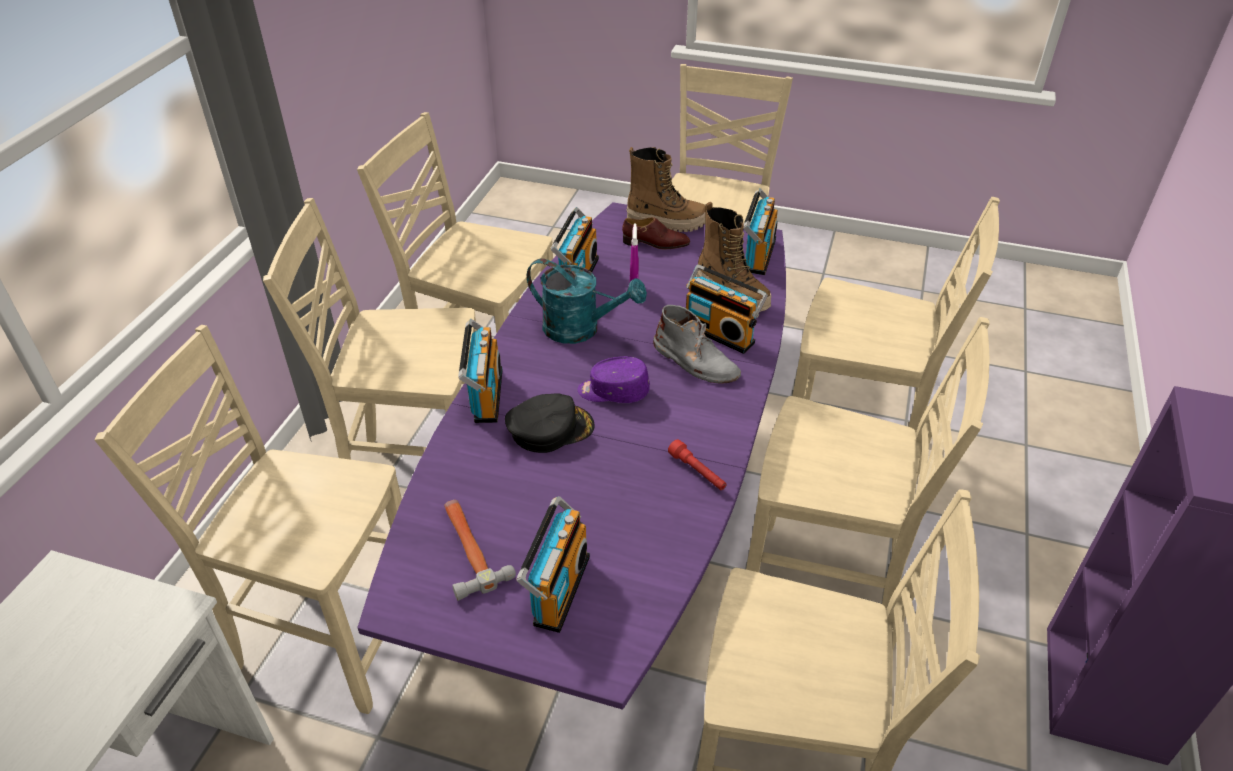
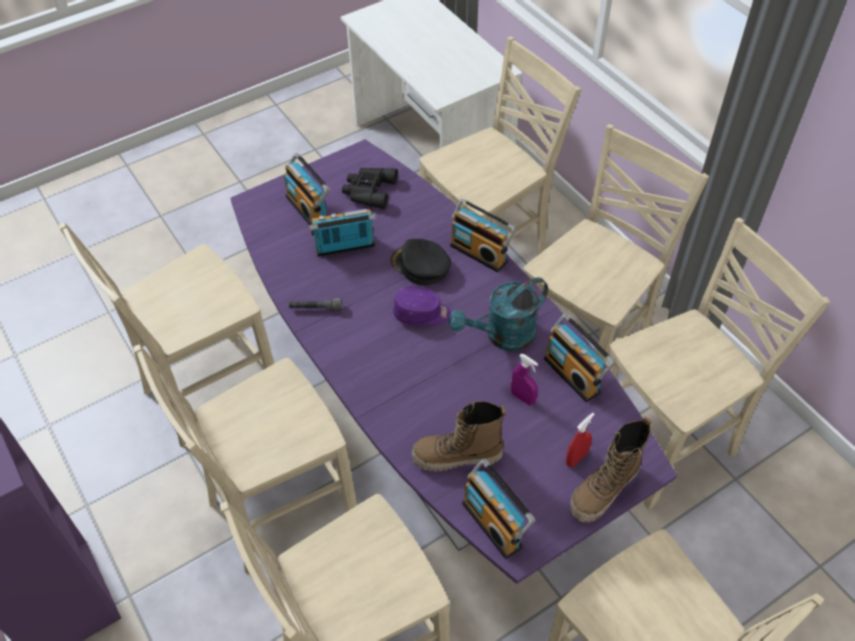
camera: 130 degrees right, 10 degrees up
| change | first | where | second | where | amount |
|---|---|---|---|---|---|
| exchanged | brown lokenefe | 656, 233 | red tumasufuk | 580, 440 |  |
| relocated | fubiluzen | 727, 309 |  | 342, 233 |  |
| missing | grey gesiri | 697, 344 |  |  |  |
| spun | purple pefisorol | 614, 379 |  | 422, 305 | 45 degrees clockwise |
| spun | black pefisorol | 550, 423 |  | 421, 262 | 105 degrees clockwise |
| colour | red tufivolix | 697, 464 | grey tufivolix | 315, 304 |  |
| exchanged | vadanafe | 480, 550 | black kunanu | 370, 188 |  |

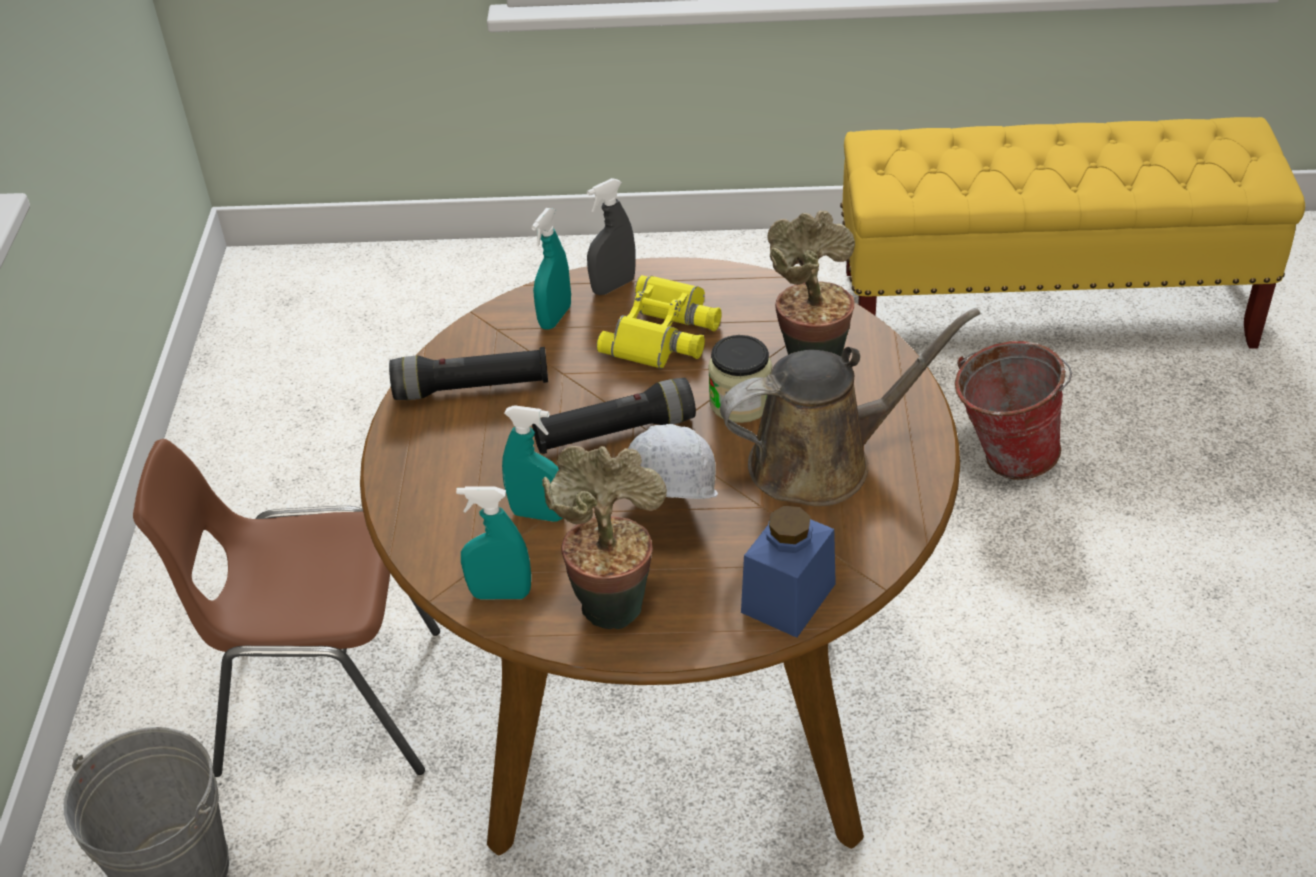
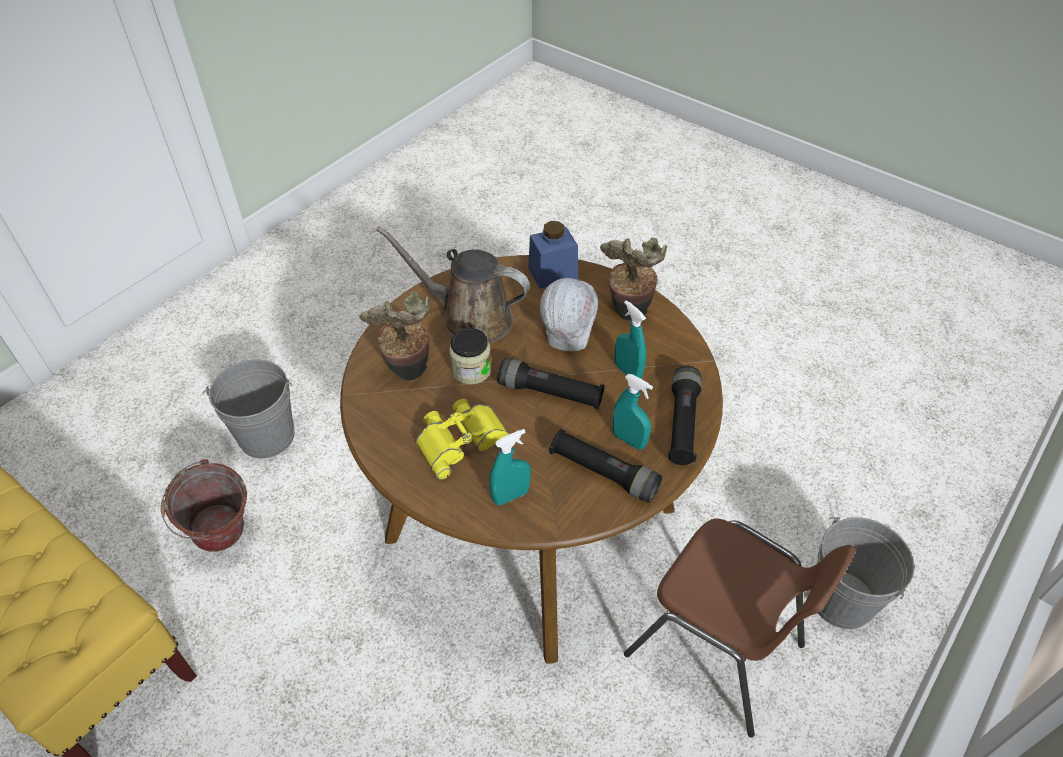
camera: 145 degrees left, 5 degrees up
| change | first | where | second | where | amount |
|---|---|---|---|---|---|
| missing | grey tumasufuk | 611, 236 |  |  |  |
| relocated | turquoise tumasufuk | 493, 542 |  | 633, 412 |  |
| appeared |  |  | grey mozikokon | 248, 408 |  |
| appeared |  |  | black tufivolix | 685, 415 |  |

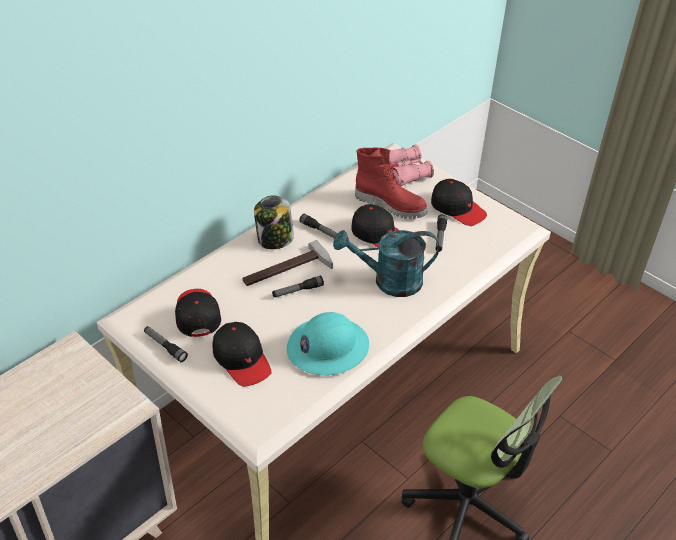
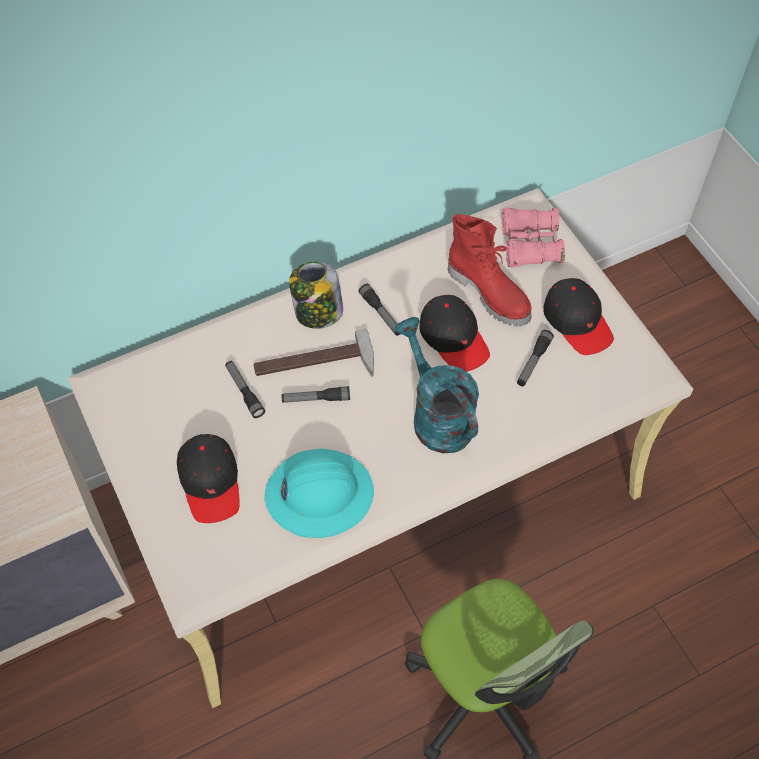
camera: 20 degrees right, 15 degrees up
| change | first | where | second | where | amount |
|---|---|---|---|---|---|
| spun | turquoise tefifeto | 386, 263 |  | 437, 385 | 45 degrees clockwise |
| missing | black pefisorol | 198, 313 |  |  |  |
| relocated | tufivolix | 166, 344 |  | 245, 389 |  |

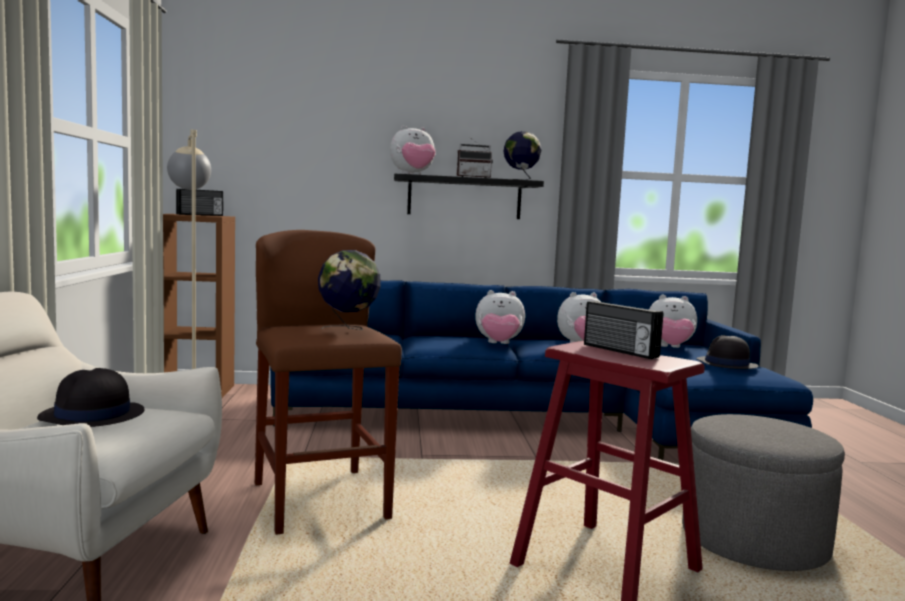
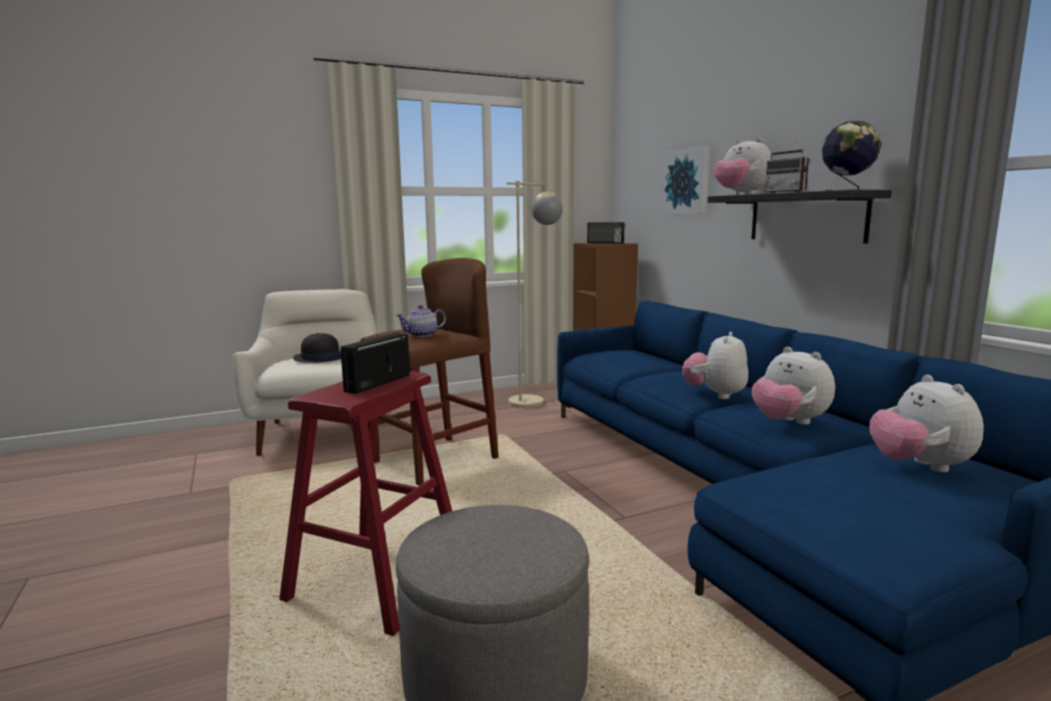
camera: 70 degrees right, 5 degrees up
| change | first | where | second | where | amount |
|---|---|---|---|---|---|
| exchanged | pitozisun | 349, 290 | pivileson | 421, 321 |  |
| spun | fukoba | 500, 317 |  | 715, 365 | 45 degrees clockwise |
| missing | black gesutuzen | 727, 352 |  |  |  |
| appeared |  |  | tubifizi | 686, 180 |  |

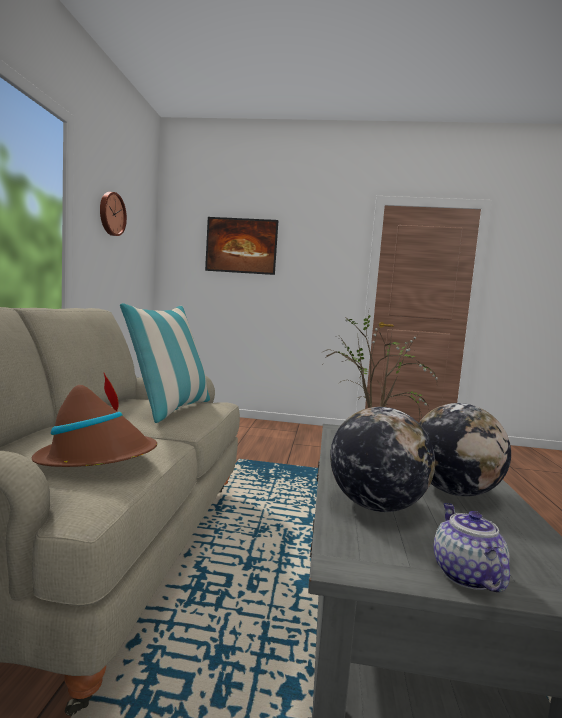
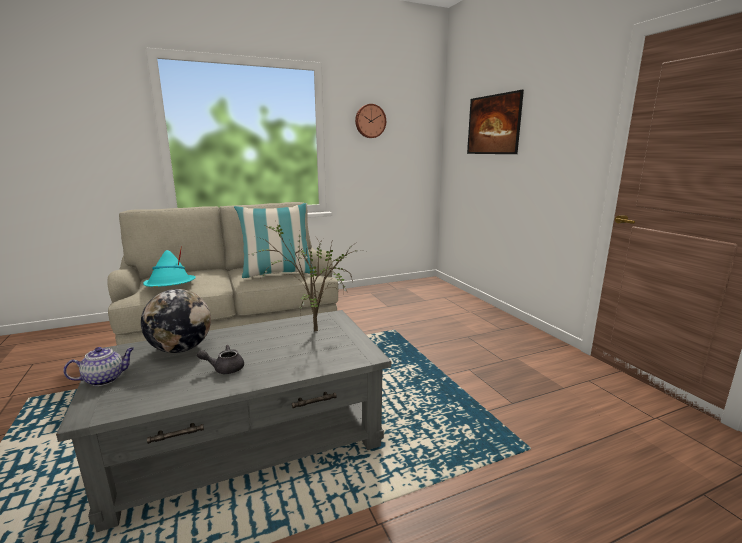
camera: 60 degrees right, 10 degrees up
| change | first | where | second | where | amount |
|---|---|---|---|---|---|
| colour | brown gesutuzen | 94, 420 | turquoise gesutuzen | 169, 266 |  |
| exchanged | pitozisun | 465, 450 | grey pivileson | 220, 359 |  |

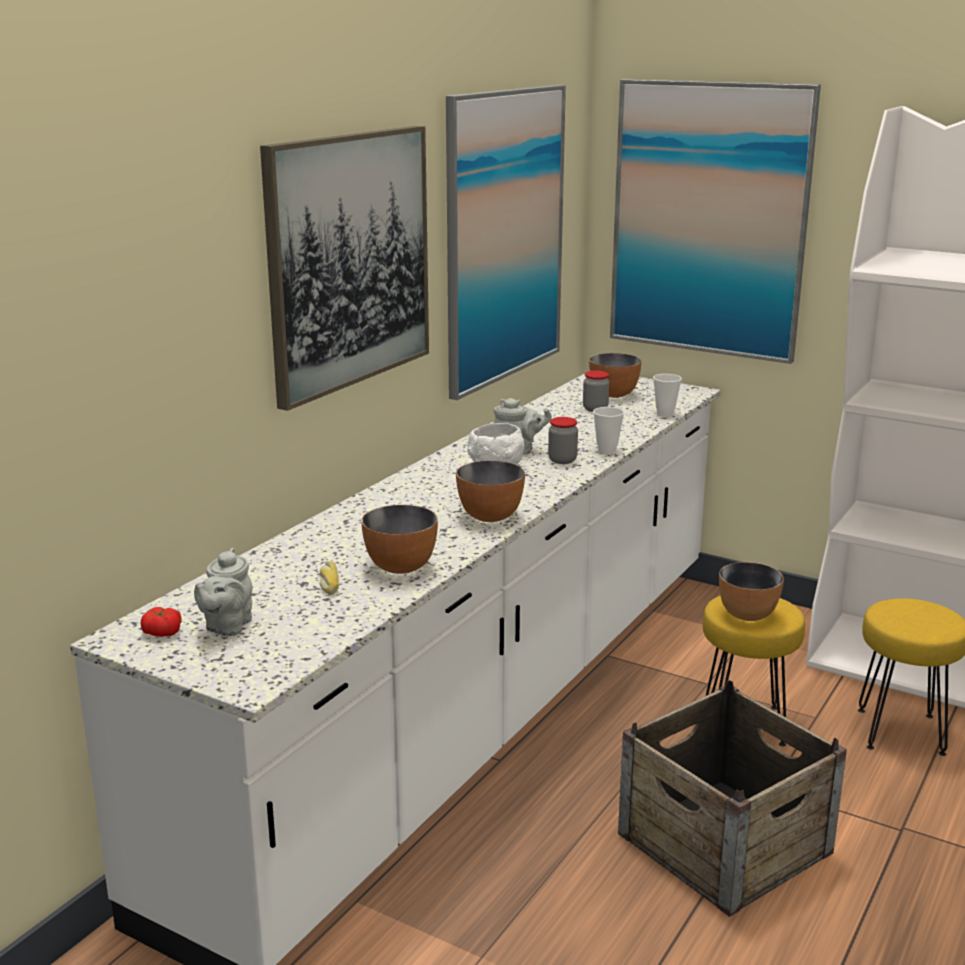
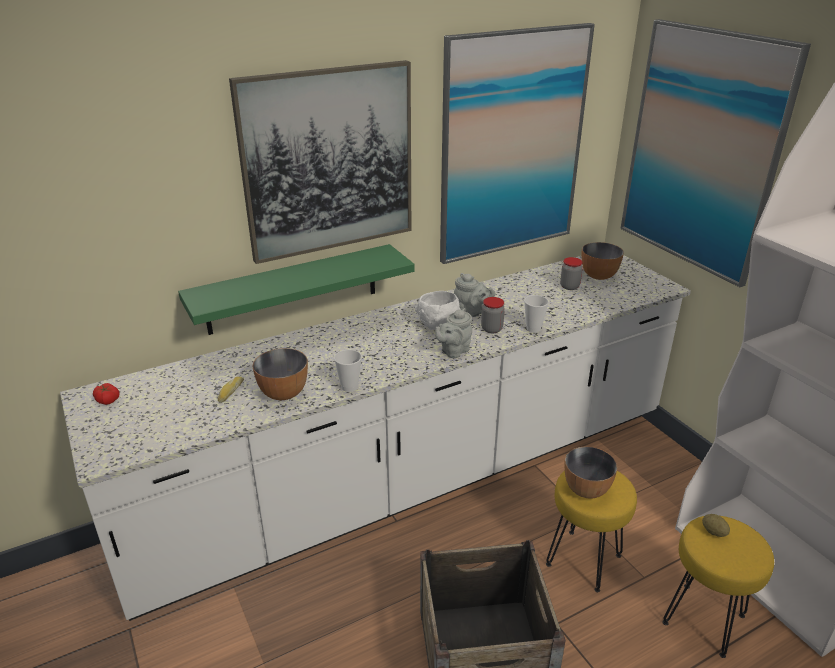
camera: 30 degrees right, 10 degrees up
| change | first | where | second | where | amount |
|---|---|---|---|---|---|
| relocated | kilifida | 667, 395 |  | 348, 370 |  |
| missing | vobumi | 490, 491 |  |  |  |
| relocated | grey pivileson | 223, 592 |  | 453, 333 |  |
| appeared |  |  | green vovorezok | 296, 289 |  |
| appeared |  |  | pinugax | 716, 525 |  |

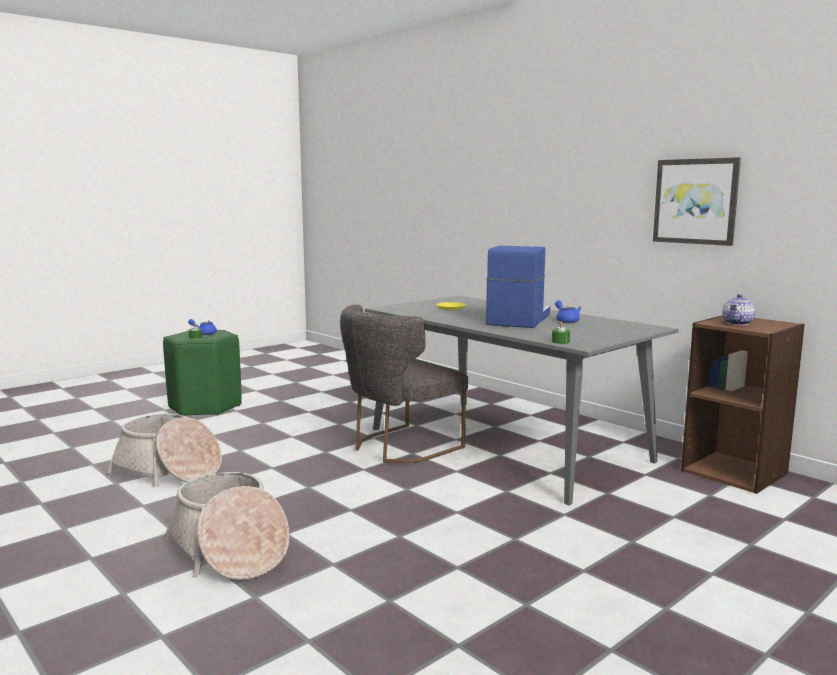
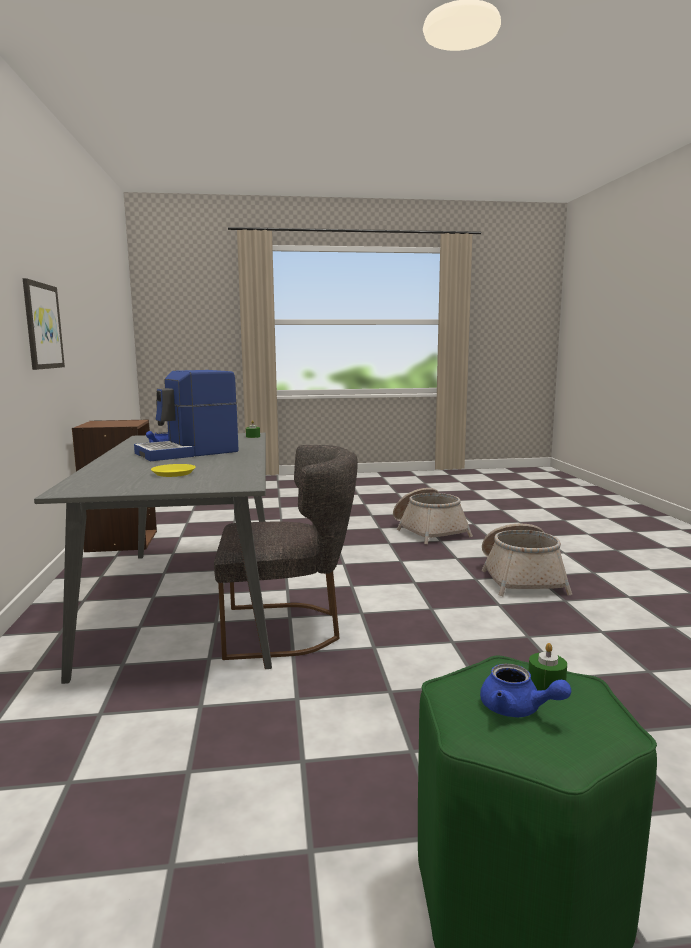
camera: 145 degrees left, 0 degrees up
| change | first | where | second | where | amount |
|---|---|---|---|---|---|
| missing | pivileson | 738, 309 |  |  |  |
| relocated | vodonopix | 164, 450 |  | 433, 516 |  |

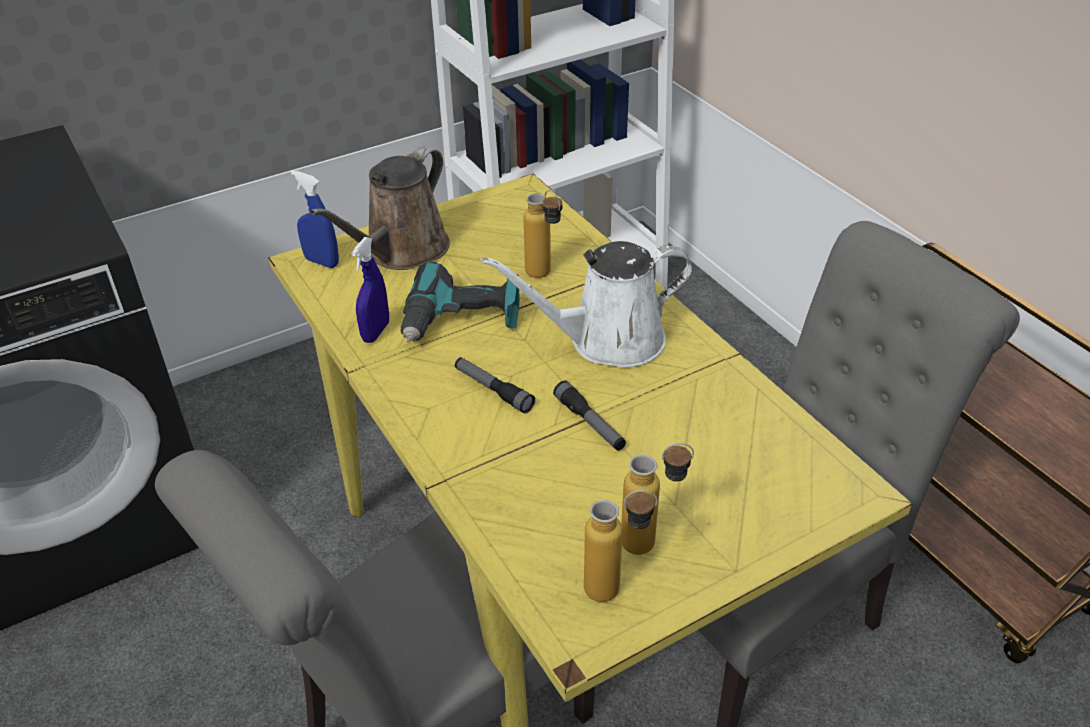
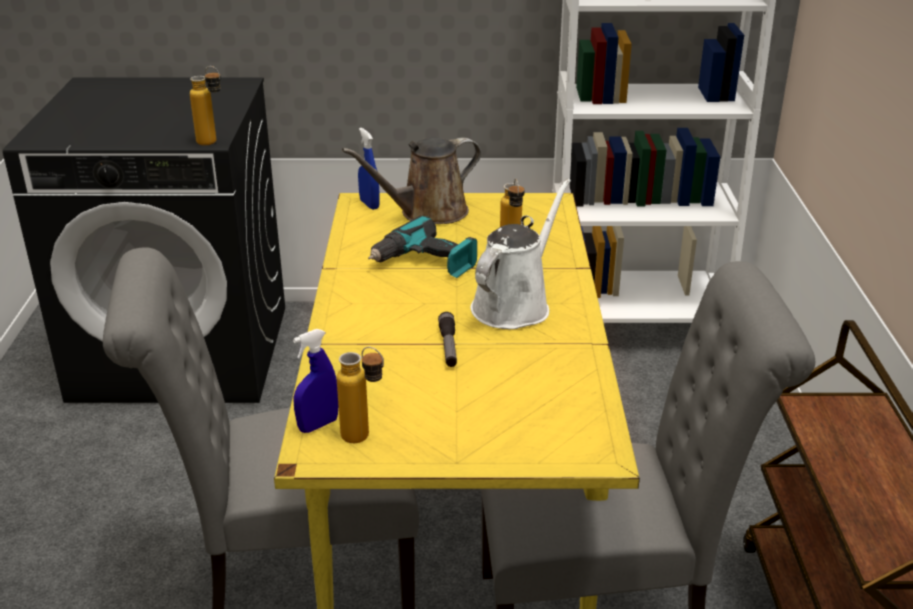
camera: 30 degrees right, 10 degrees down
| change | first | where | second | where | amount |
|---|---|---|---|---|---|
| relocated | blue tumasufuk | 370, 290 |  | 315, 381 |  |
| spun | white tefifeto | 587, 304 |  | 521, 253 | 105 degrees clockwise |
| missing | tufivolix | 495, 385 |  |  |  |
| relocated | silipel | 657, 499 |  | 205, 105 |  |

